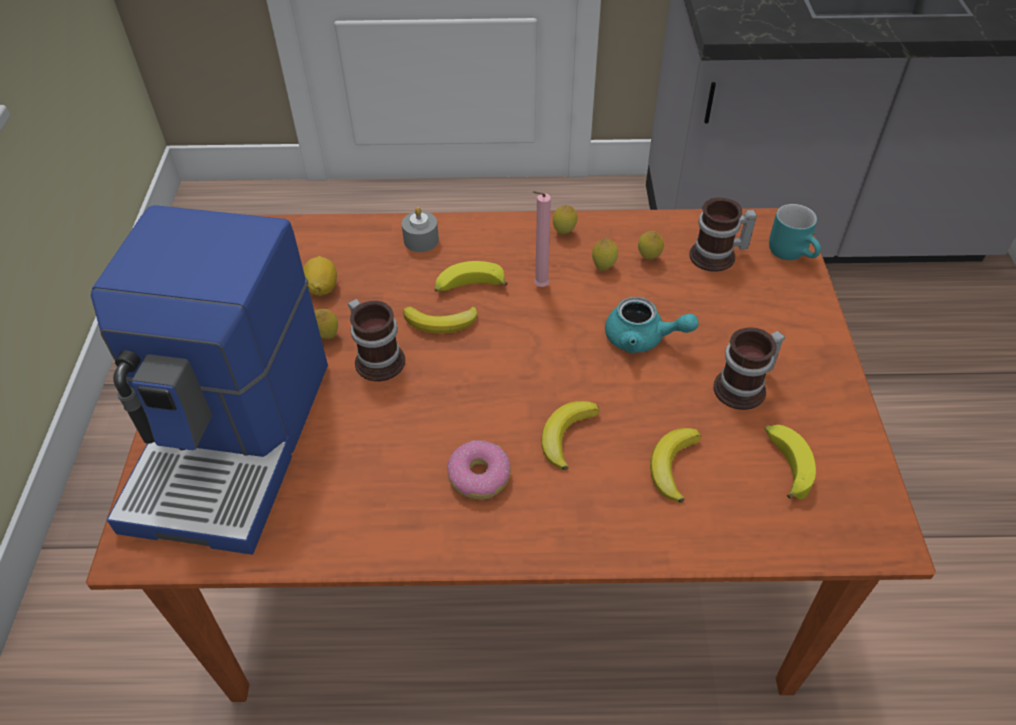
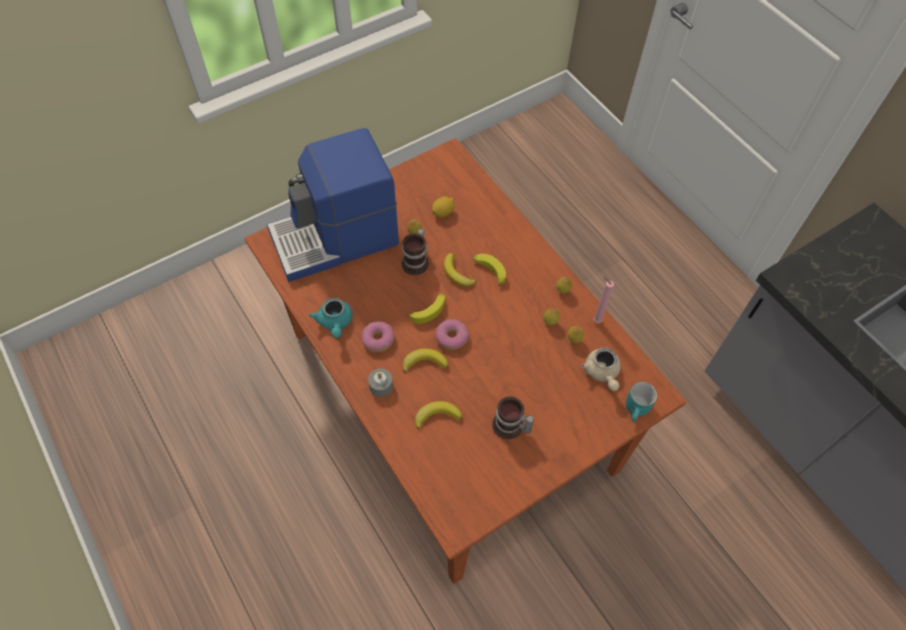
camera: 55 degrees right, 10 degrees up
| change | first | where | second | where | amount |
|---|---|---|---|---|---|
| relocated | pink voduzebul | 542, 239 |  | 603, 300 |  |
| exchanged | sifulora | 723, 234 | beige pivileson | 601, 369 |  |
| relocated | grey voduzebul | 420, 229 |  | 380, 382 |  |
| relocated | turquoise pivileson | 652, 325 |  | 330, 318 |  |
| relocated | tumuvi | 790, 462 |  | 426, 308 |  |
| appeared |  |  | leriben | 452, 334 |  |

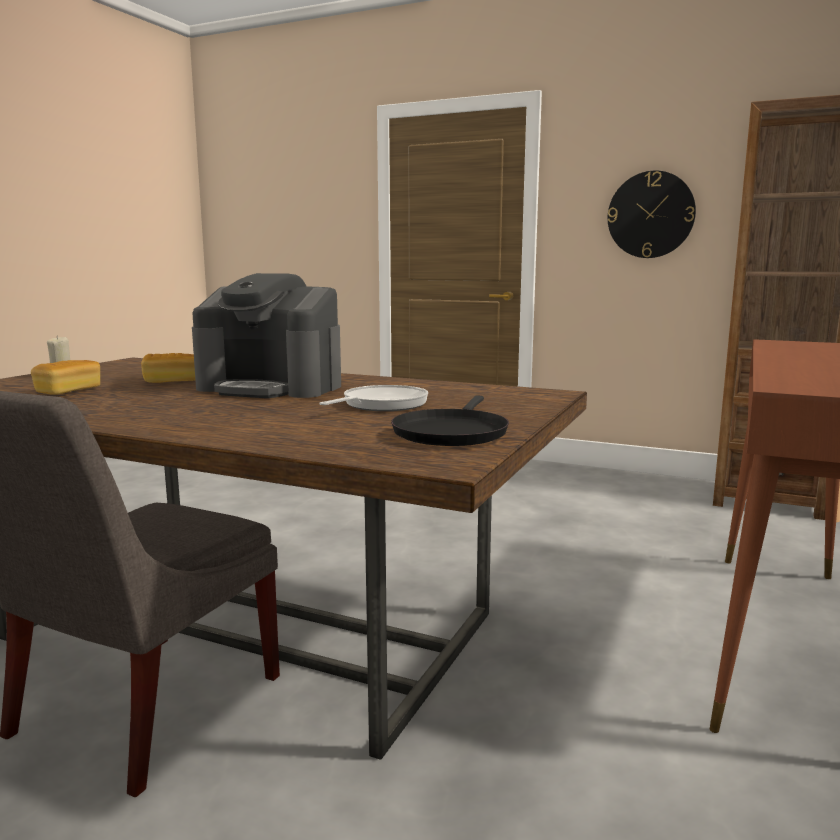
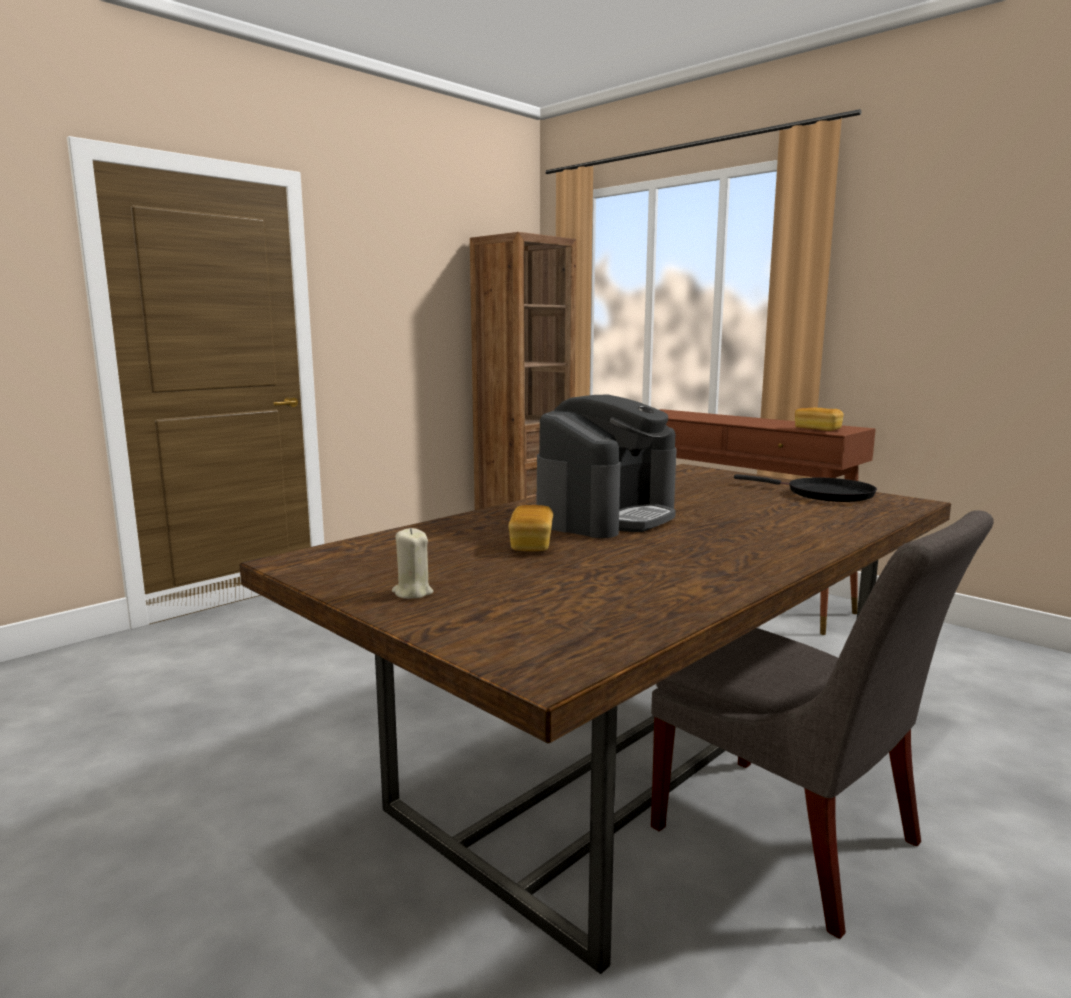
camera: 70 degrees left, 0 degrees up
| change | first | where | second | where | amount |
|---|---|---|---|---|---|
| missing | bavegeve | 652, 214 |  |  |  |
| relocated | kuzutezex | 65, 377 |  | 819, 419 |  |
| missing | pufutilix | 373, 398 |  |  |  |

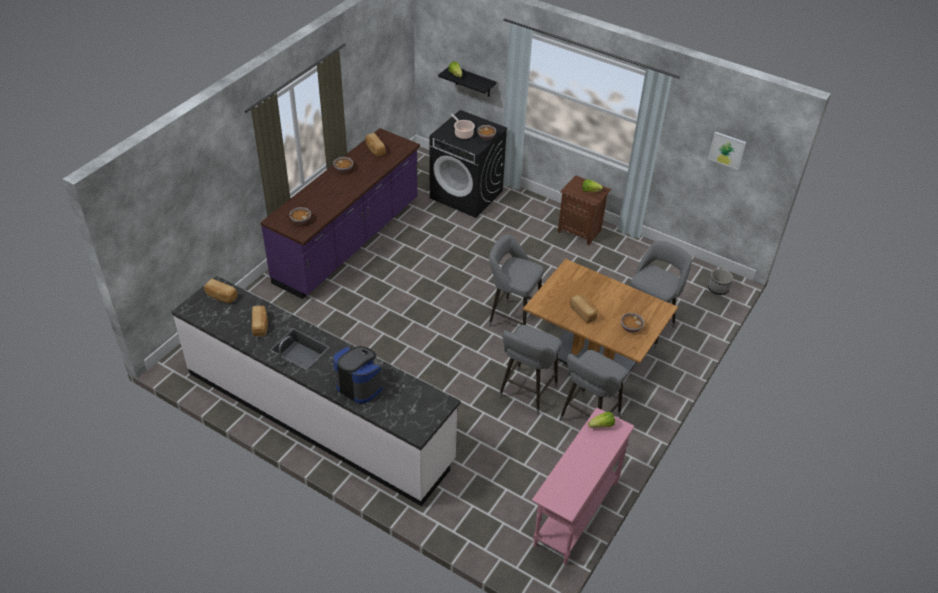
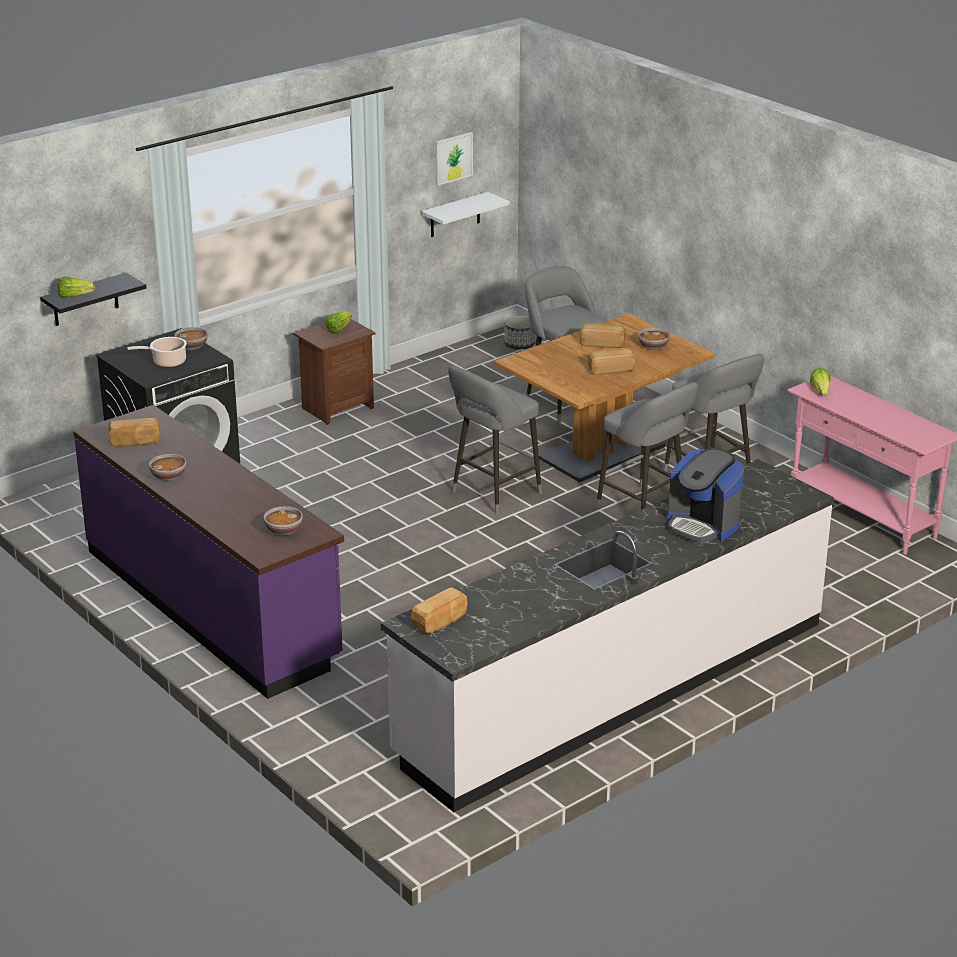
camera: 70 degrees left, 15 degrees down
| change | first | where | second | where | amount |
|---|---|---|---|---|---|
| relocated | kuzutezex | 260, 321 |  | 603, 335 |  |
| spun | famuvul | 358, 375 |  | 705, 495 | 105 degrees counterclockwise |
| appeared |  |  | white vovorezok | 466, 214 |  |

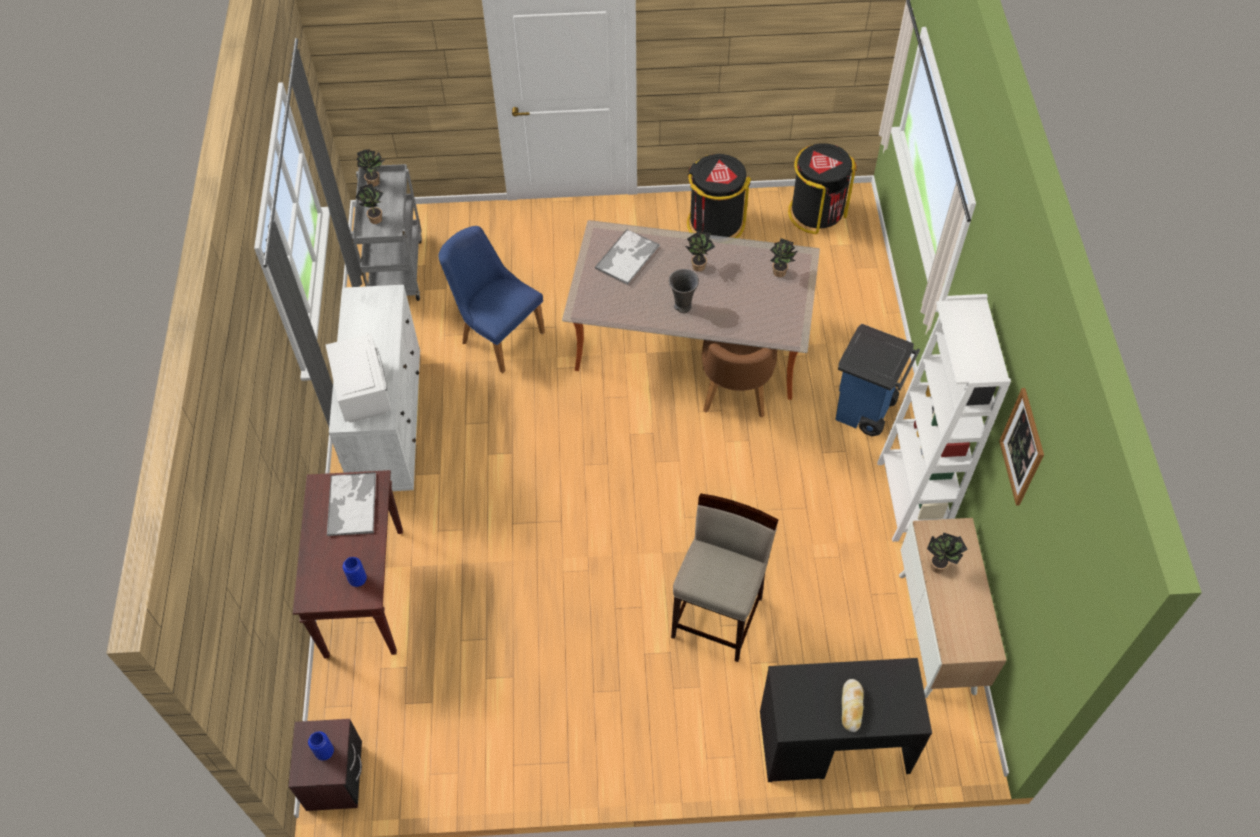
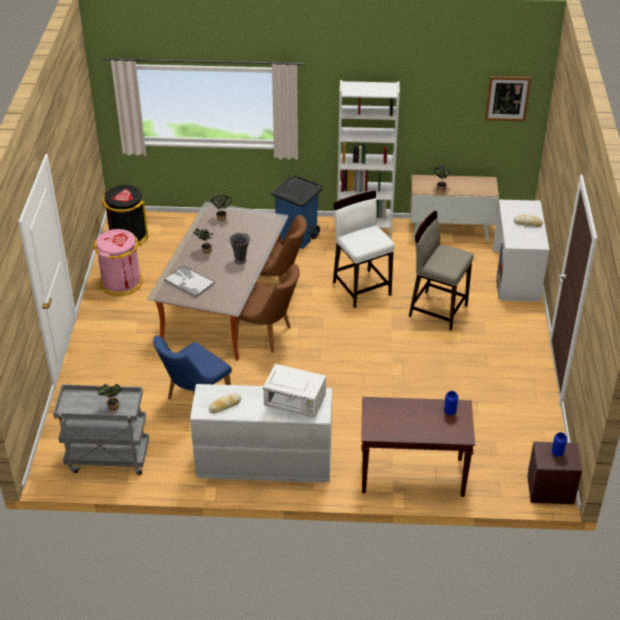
camera: 85 degrees left, 15 degrees down
| change | first | where | second | where | amount |
|---|---|---|---|---|---|
| missing | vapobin | 370, 168 |  |  |  |
| colour | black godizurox | 719, 196 | pink godizurox | 118, 262 |  |
| spun | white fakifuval | 358, 378 |  | 294, 391 | 150 degrees counterclockwise |
| relocated | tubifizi | 1021, 447 |  | 508, 98 |  |
| missing | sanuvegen | 351, 504 |  |  |  |
| colour | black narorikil | 846, 720 | white narorikil | 520, 250 |  |
| appeared |  |  | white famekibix | 364, 249 |  |
| appeared |  |  | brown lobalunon | 268, 308 |  |
| appeared |  |  | kuzutezex | 225, 403 |  |

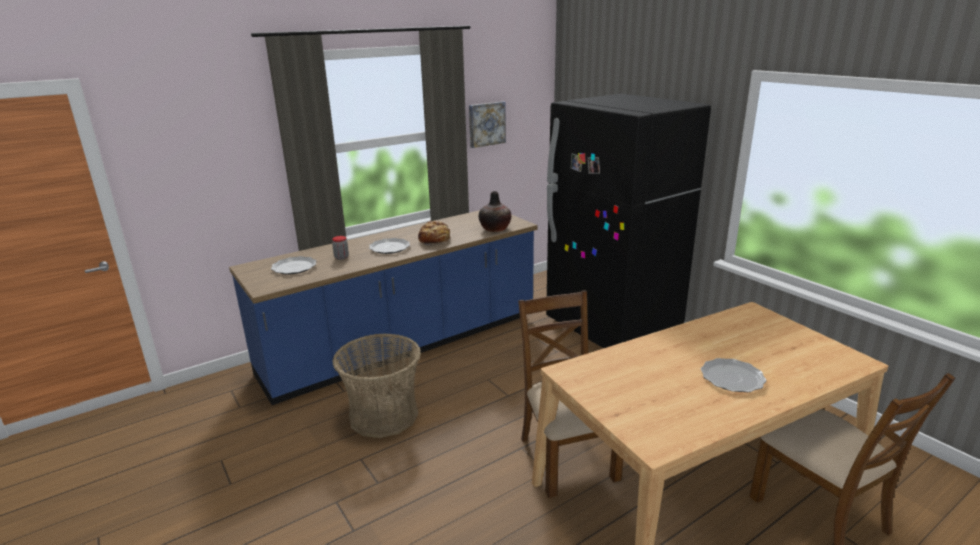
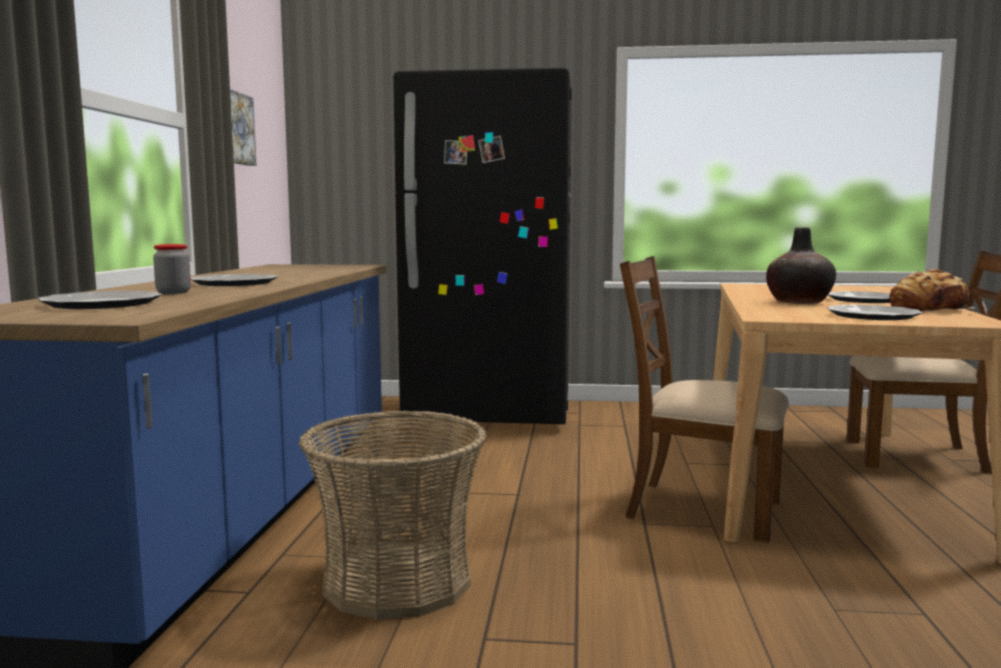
camera: 50 degrees left, 15 degrees down
| change | first | where | second | where | amount |
|---|---|---|---|---|---|
| relocated | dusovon | 495, 211 |  | 801, 265 |  |
| relocated | kuzutezex | 434, 233 |  | 933, 290 |  |
| appeared |  |  | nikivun | 875, 312 |  |

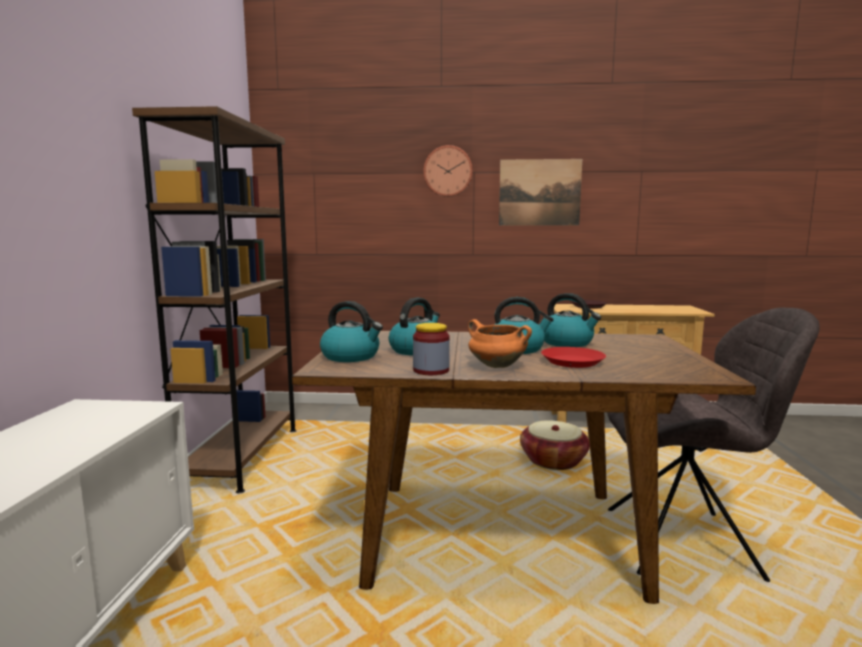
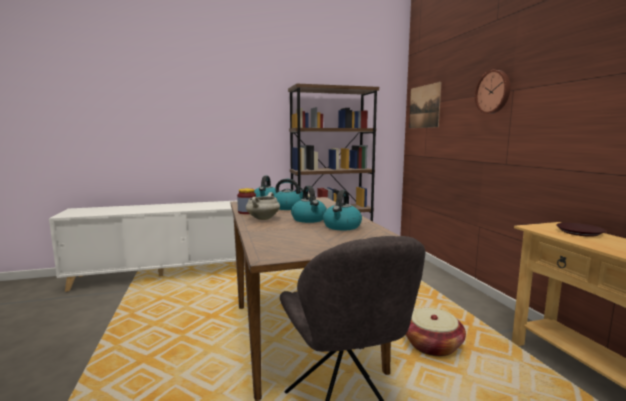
camera: 70 degrees right, 0 degrees up
| change | first | where | second | where | amount |
|---|---|---|---|---|---|
| relocated | tubifizi | 540, 192 |  | 425, 105 |  |
| colour | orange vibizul | 500, 343 | white vibizul | 263, 206 |  |
| missing | red nikivun | 573, 357 |  |  |  |

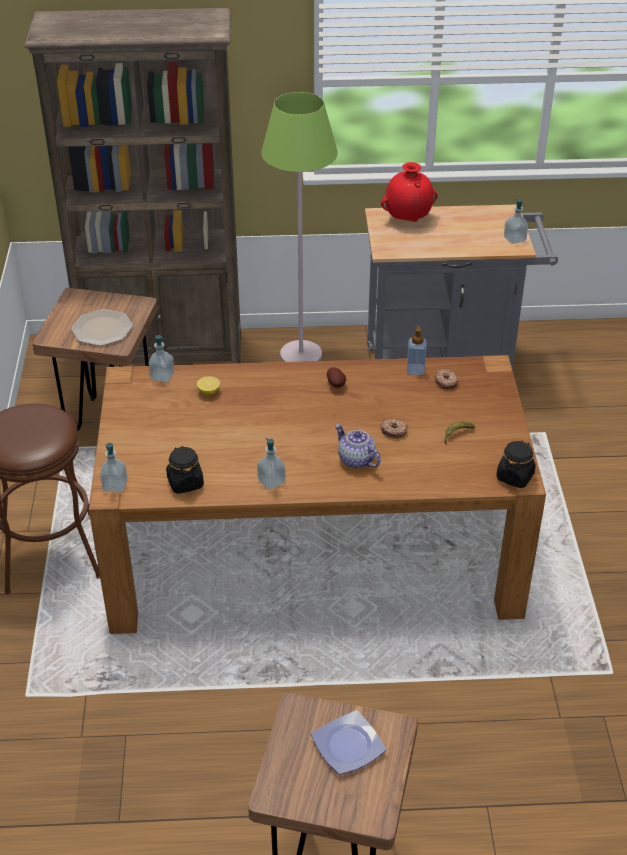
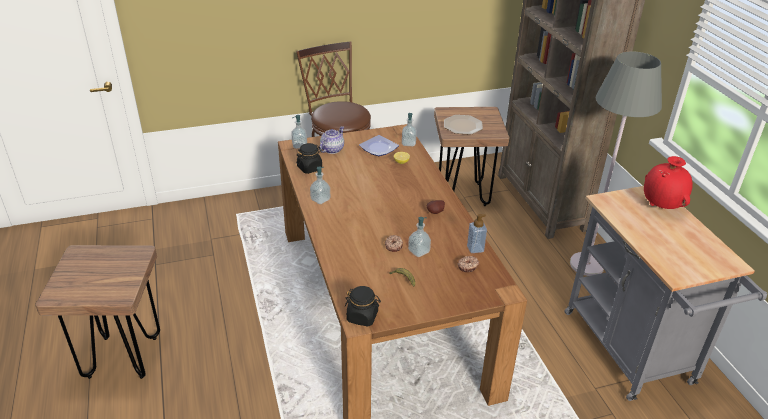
camera: 75 degrees right, 5 degrees down
| change | first | where | second | where | amount |
|---|---|---|---|---|---|
| colour | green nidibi | 299, 227 | grey nidibi | 616, 164 |  |
| relocated | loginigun | 516, 221 |  | 419, 237 |  |
| relocated | pivileson | 358, 446 |  | 332, 140 |  |
| relocated | nikivun | 348, 742 |  | 379, 145 |  |

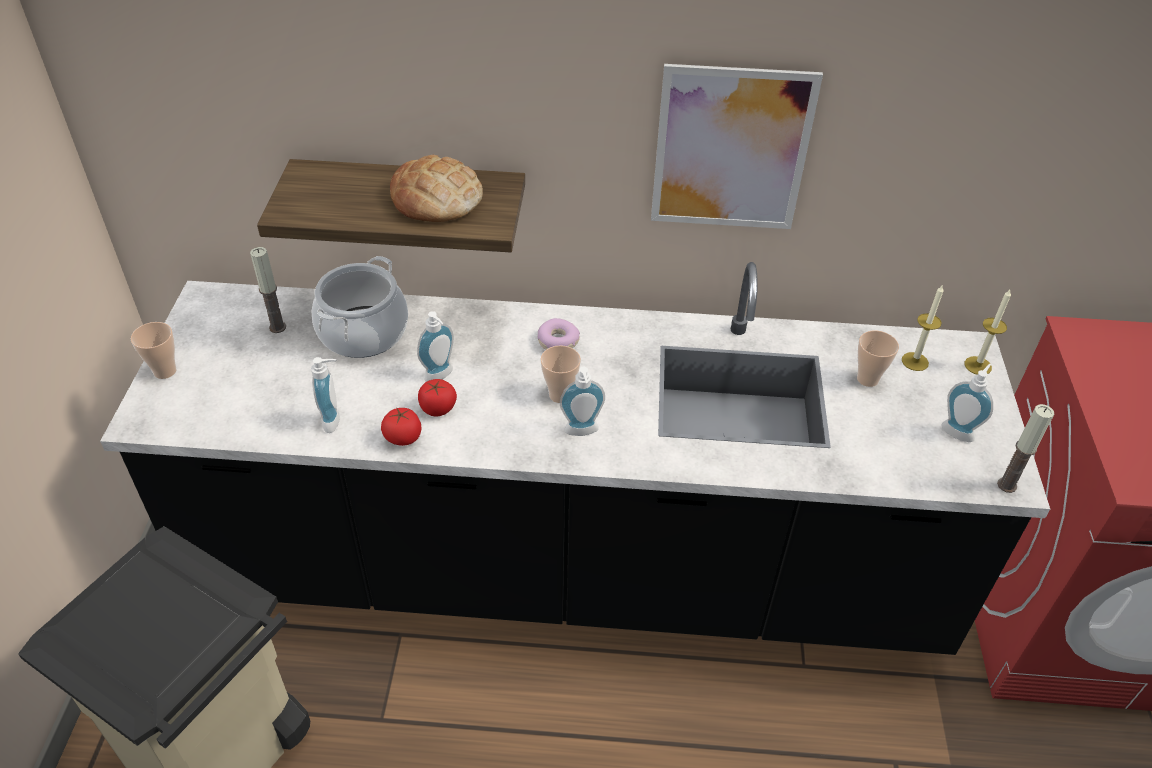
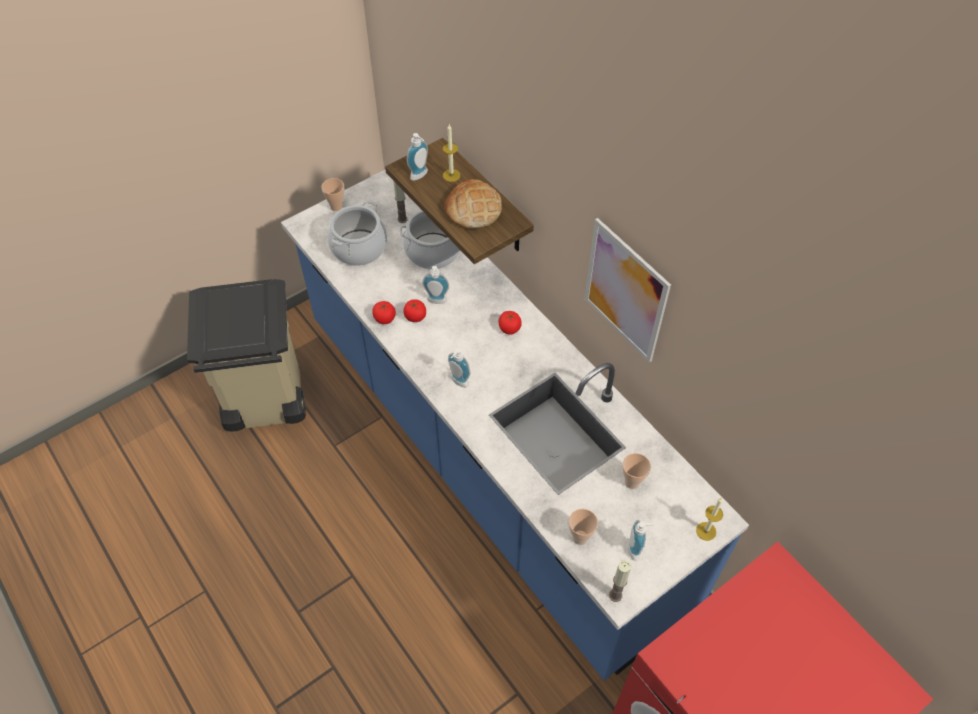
camera: 50 degrees right, 10 degrees up
| change | first | where | second | where | amount |
|---|---|---|---|---|---|
| colour | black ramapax | 575, 458 | blue ramapax | 515, 425 |  |
| relocated | voduzebul | 923, 327 |  | 451, 153 |  |
| exchanged | leriben | 559, 334 | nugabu | 510, 323 |  |
| relocated | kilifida | 560, 374 |  | 583, 527 |  |
| relocated | loginigun | 325, 395 |  | 417, 157 |  |
| appeared |  |  | vibizul | 357, 233 |  |

